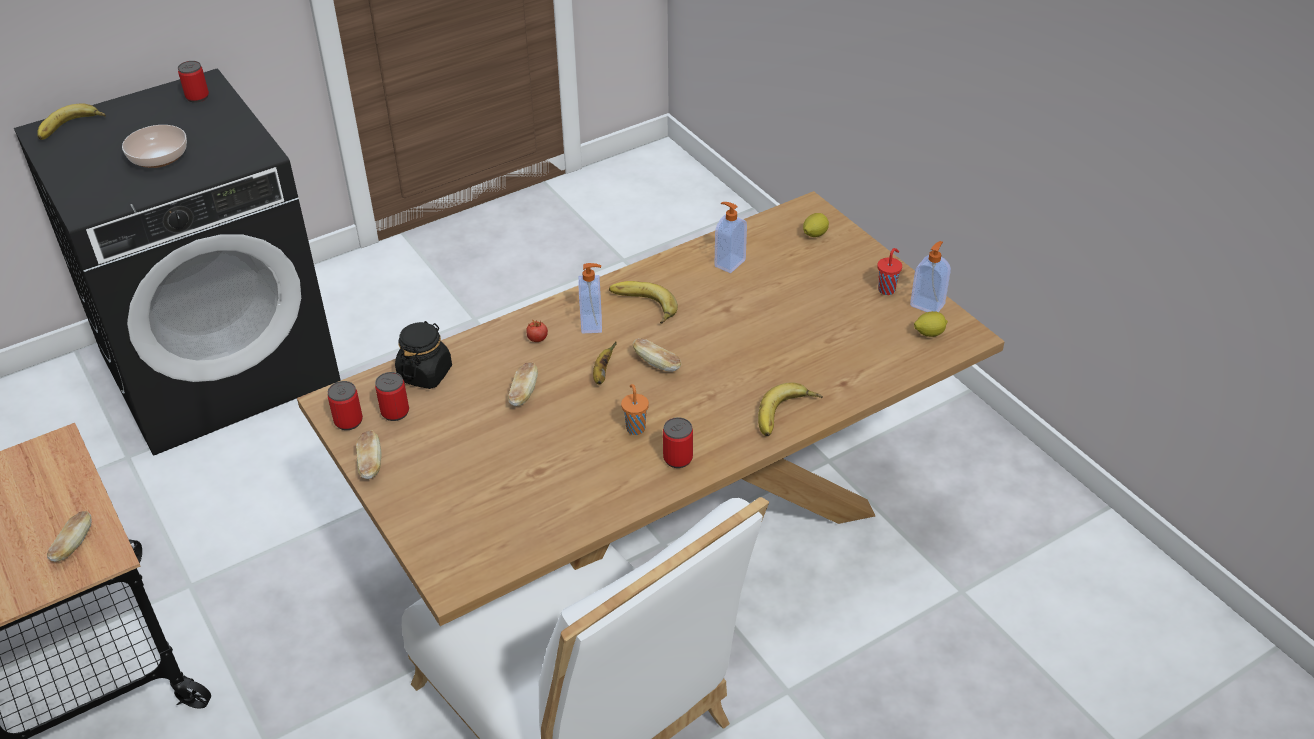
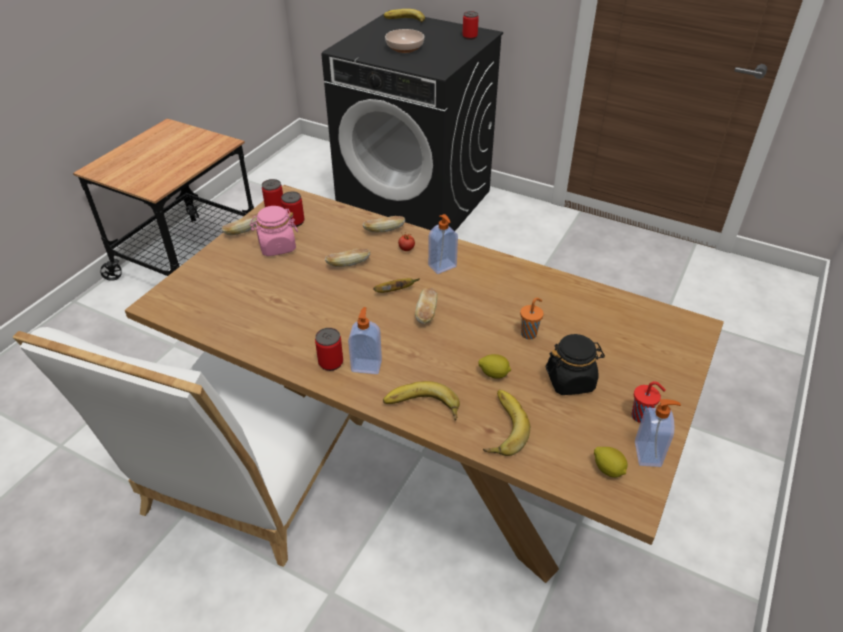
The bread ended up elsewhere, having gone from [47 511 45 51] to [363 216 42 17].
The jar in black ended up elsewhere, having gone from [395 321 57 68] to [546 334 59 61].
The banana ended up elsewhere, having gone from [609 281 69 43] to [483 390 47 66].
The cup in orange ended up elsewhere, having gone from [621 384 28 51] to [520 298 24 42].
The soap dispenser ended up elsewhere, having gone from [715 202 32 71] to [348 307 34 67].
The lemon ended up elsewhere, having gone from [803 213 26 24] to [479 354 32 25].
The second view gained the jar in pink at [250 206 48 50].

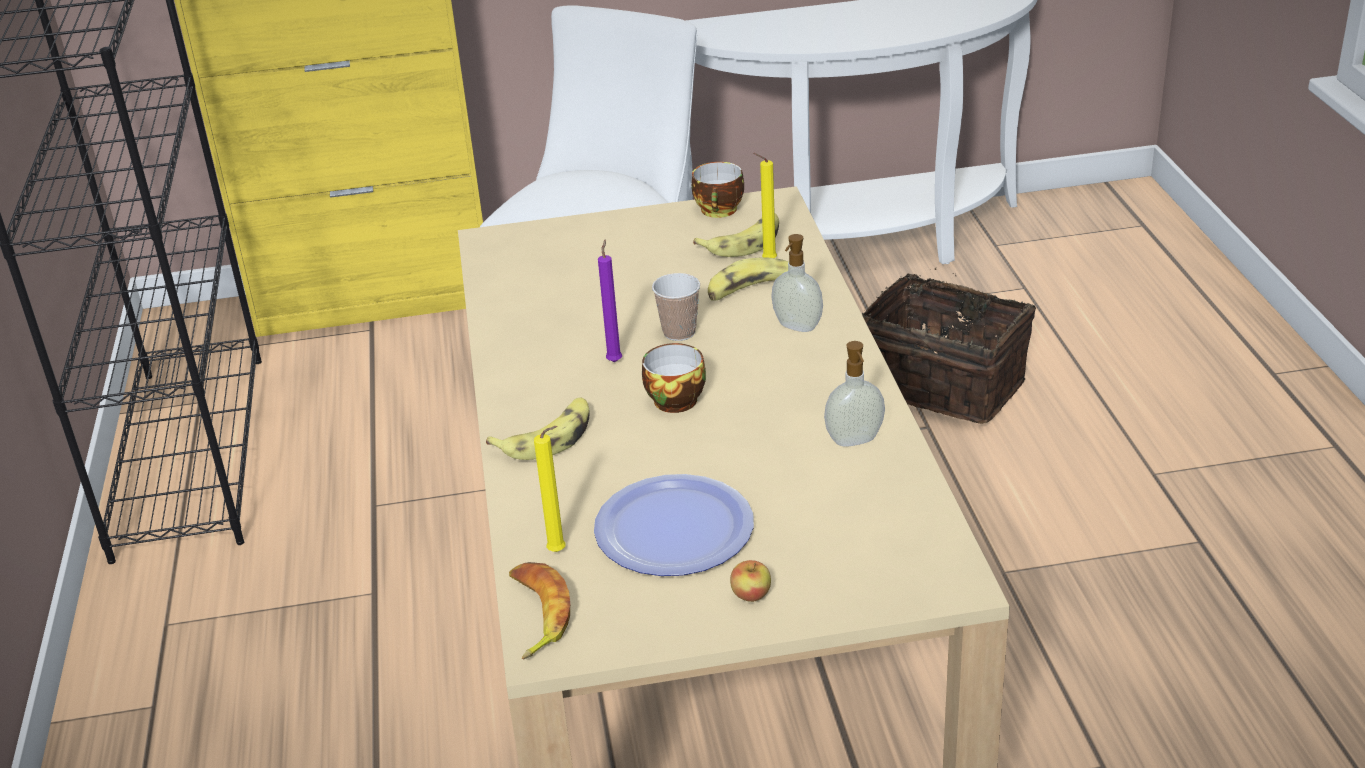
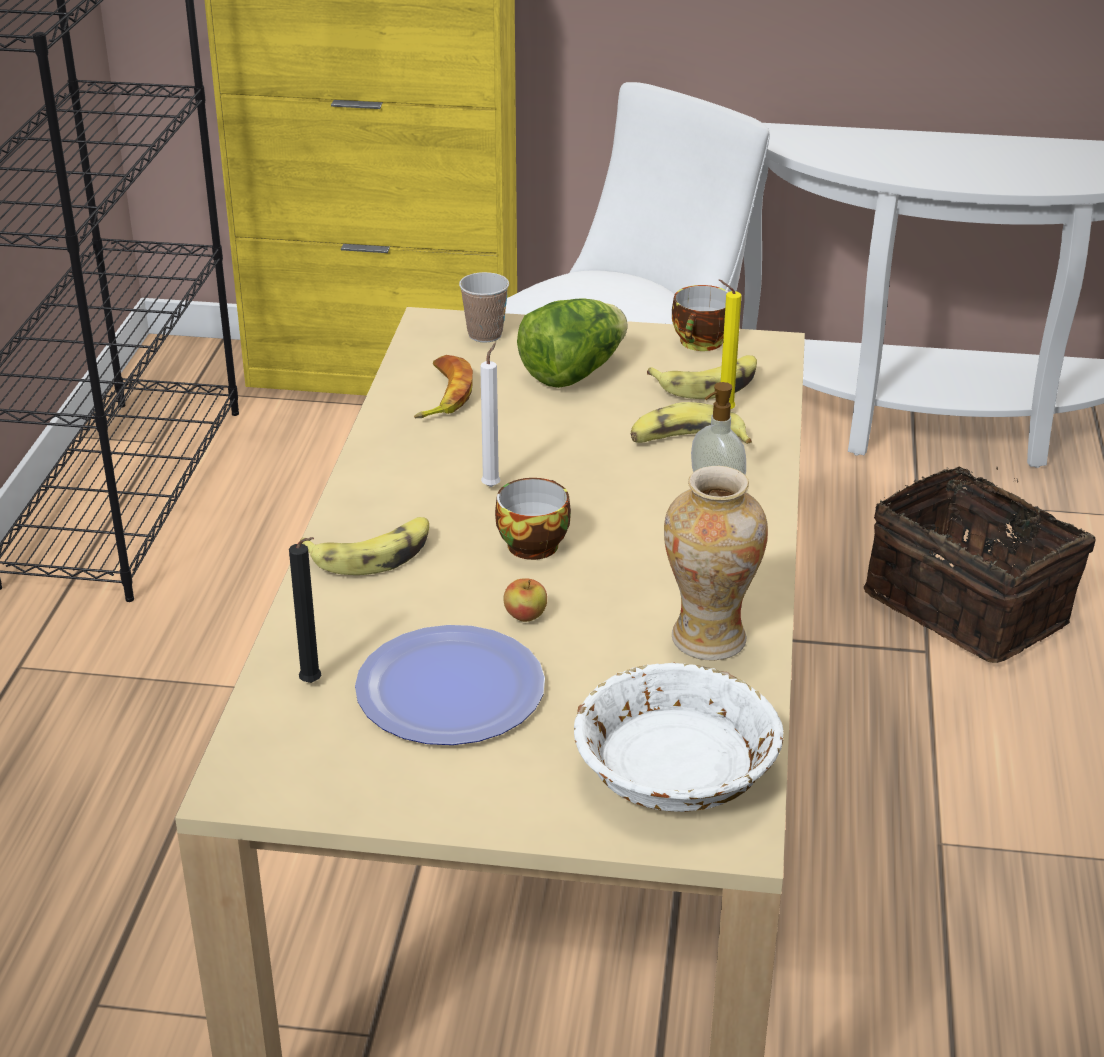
The banana ended up elsewhere, having gone from [509 562 61 97] to [414 355 59 63].
What was the candle in yellow at [534 426 32 126] turned into the candle in black at [289 537 32 146].
What was the candle in purple at [598 239 24 123] turned into the candle in white at [480 343 20 144].
The cup ended up elsewhere, having gone from [652 273 48 68] to [459 272 50 71].
The apple ended up elsewhere, having gone from [730 560 41 42] to [503 578 44 44].
Where the soap dispenser stood at [824 341 61 105], the vase came to stand at [664 466 104 195].
The second view gained the lettuce at [517 298 111 90].
The second view gained the bowl in white at [574 662 210 150].

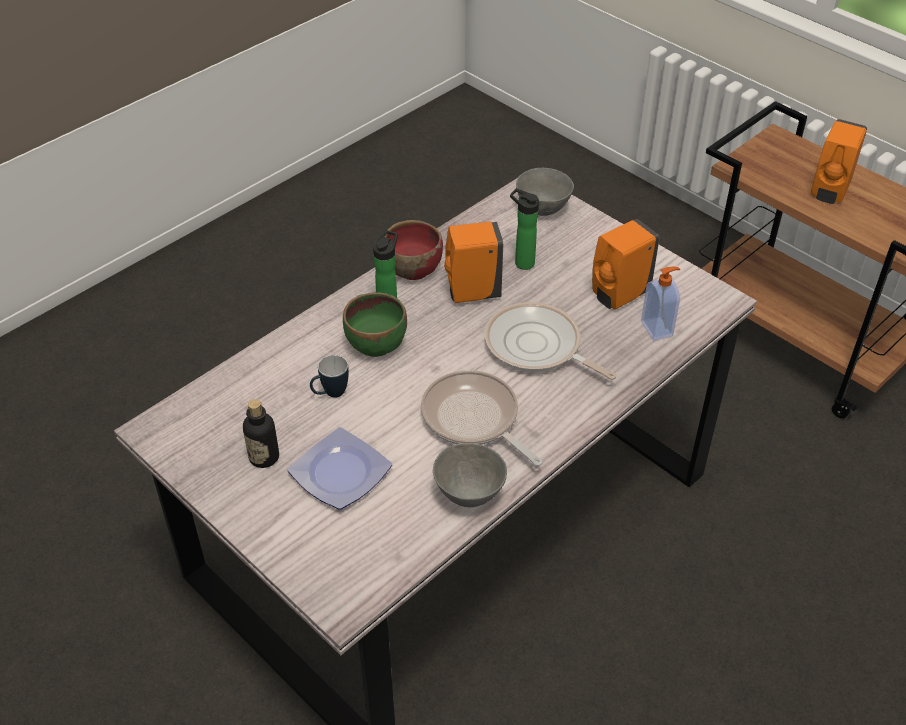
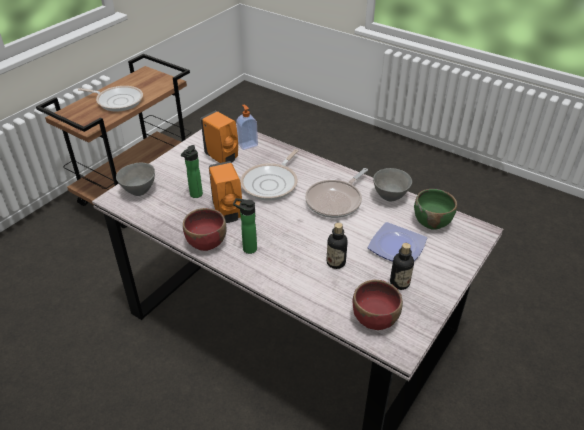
Where the mug stood at [310 355 39 43], the bottle came to stand at [327 223 21 46].
The bowl in green ended up elsewhere, having gone from [343 292 64 65] to [414 189 43 41].
Where the soap dispenser in orange stood at [811 119 56 85], the frying pan came to stand at [78 86 65 25].
The second view gained the bowl in red at [353 280 50 50].

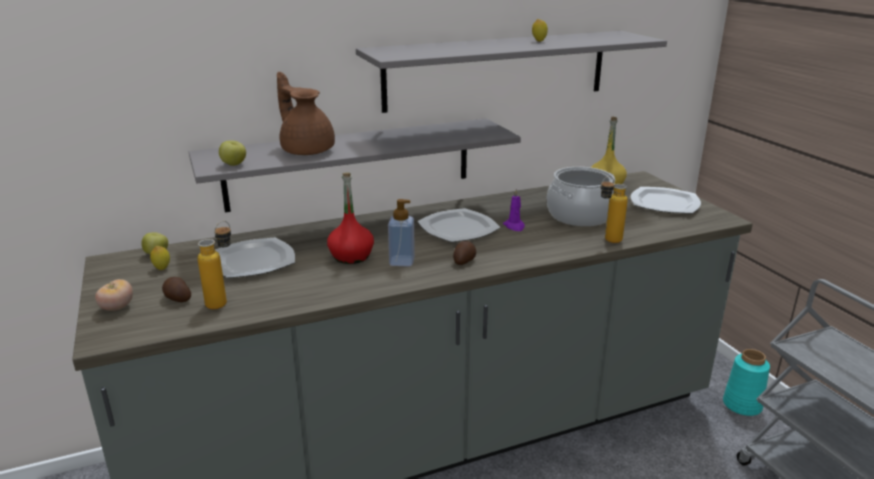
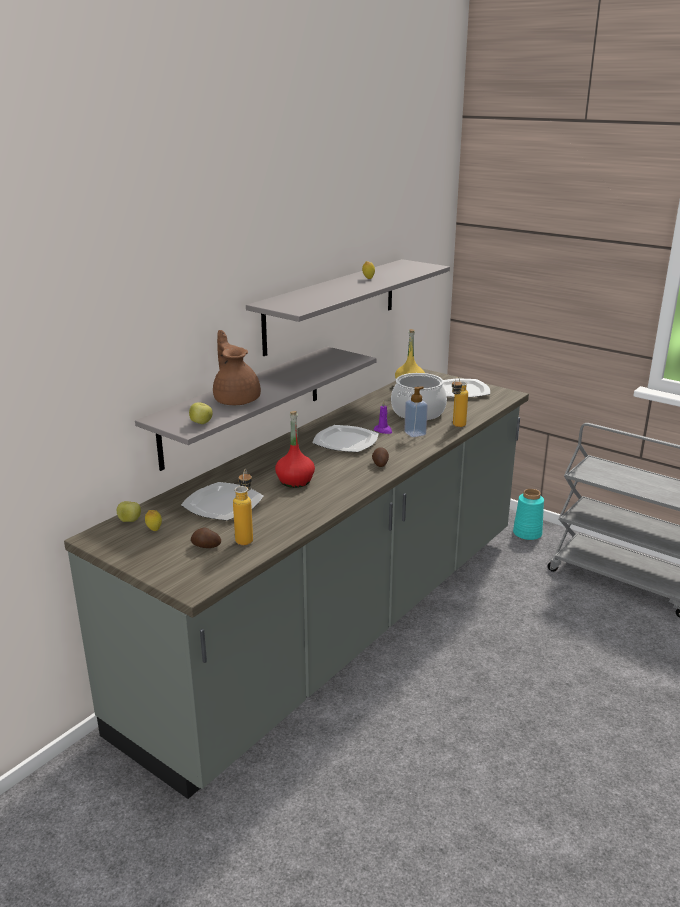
The second view lost the tomato at [95 279 38 32].
The teapot in brown at [277 72 58 83] ended up facing another way, 45 degrees clockwise from before.
The soap dispenser ended up elsewhere, having gone from [388 199 27 68] to [404 386 24 51].

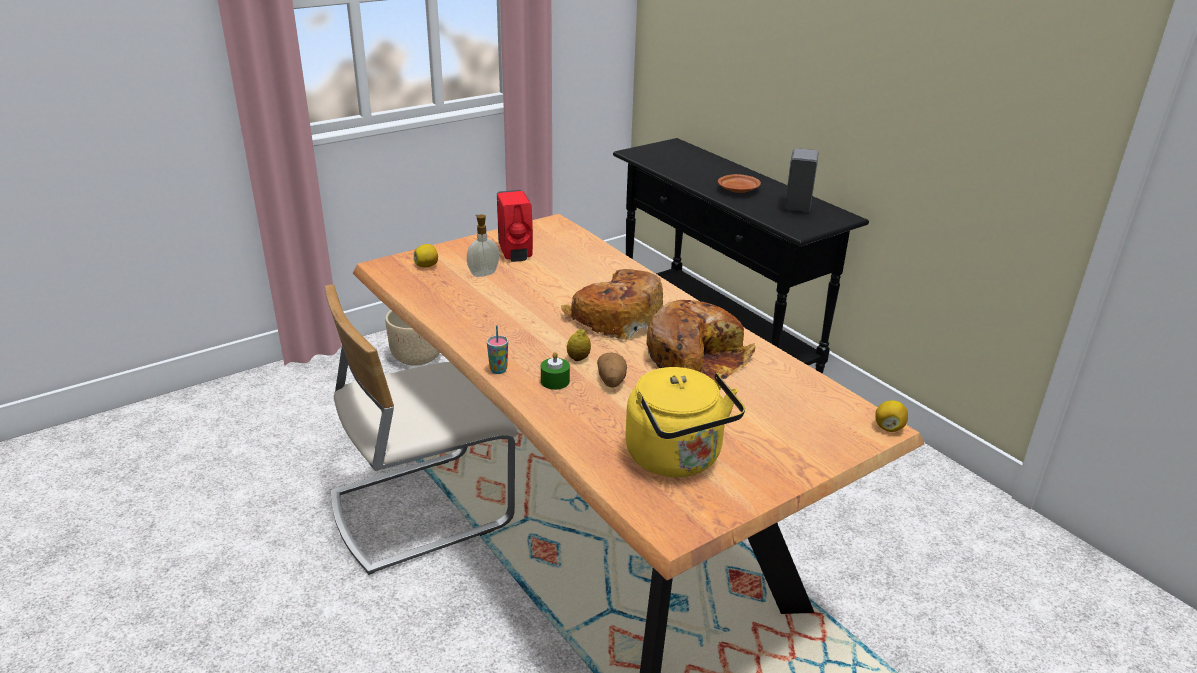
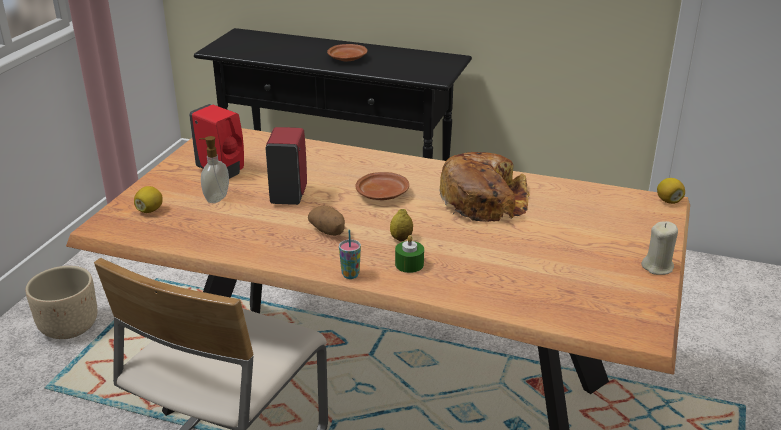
Where the bread stood at [561 269 102 71], the plate in brown came to stand at [355 172 54 28].
The potato ended up elsewhere, having gone from [597 352 30 36] to [308 206 37 30].
The second view lost the kettle in yellow at [625 367 120 110].
The second view lost the soap dispenser in grey at [785 148 33 64].
The second view gained the soap dispenser in red at [266 127 41 78].
The second view gained the candle in beige at [641 221 37 54].

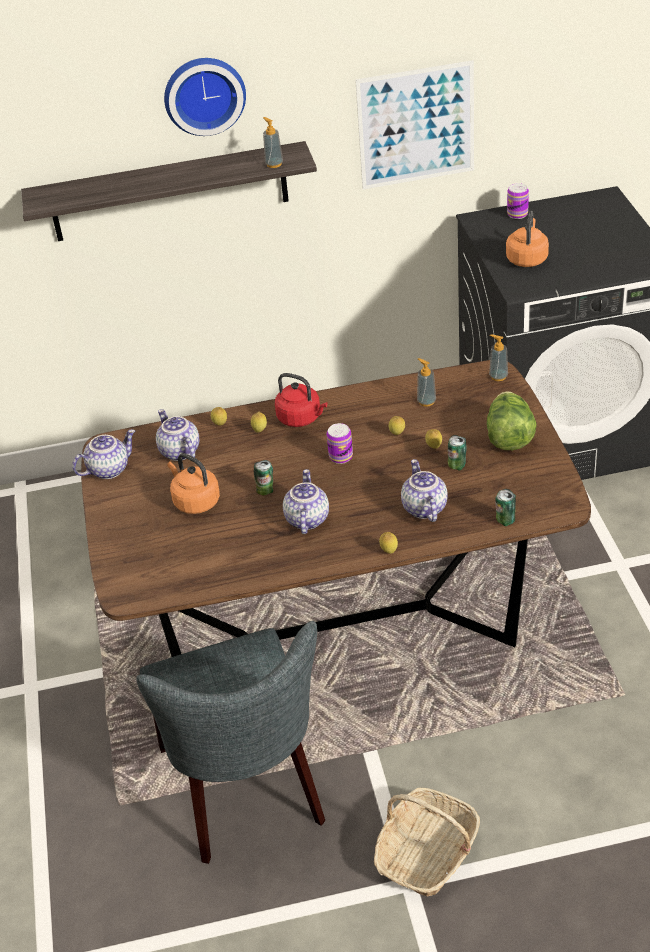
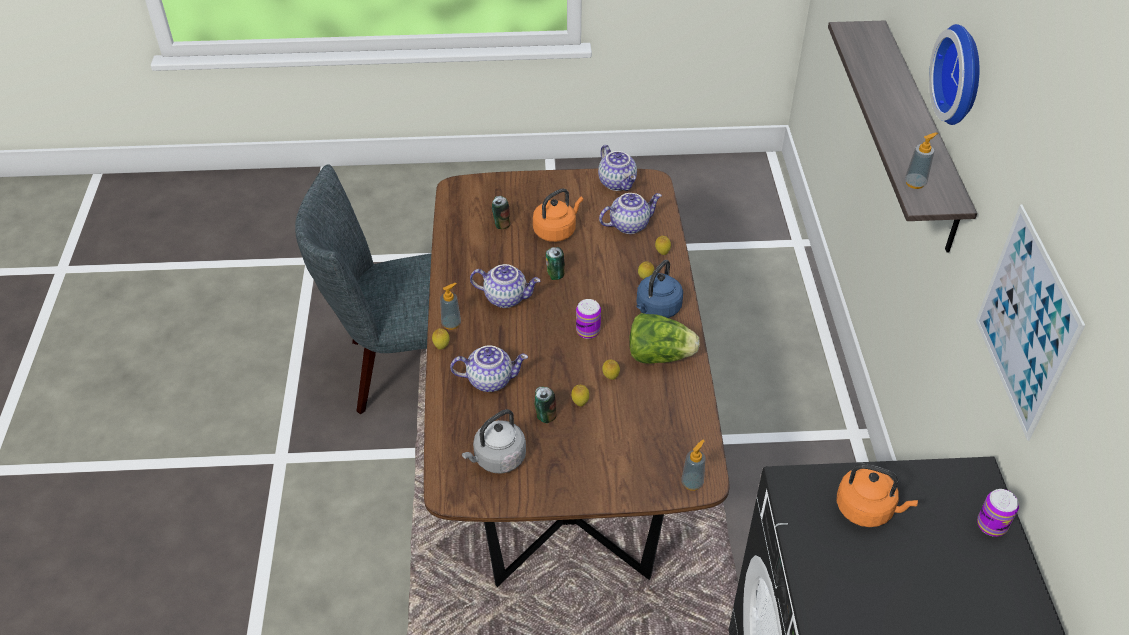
What was the kettle in red at [275 373 52 54] turned into the kettle in blue at [636 260 47 58].
The second view lost the basket at [374 788 106 108].
The soap dispenser ended up elsewhere, having gone from [417 358 19 49] to [440 283 21 47].
The lettuce ended up elsewhere, having gone from [487 391 50 59] to [630 313 70 51].
The can ended up elsewhere, having gone from [495 489 21 37] to [492 196 18 33].
The second view gained the kettle in grey at [462 409 64 65].

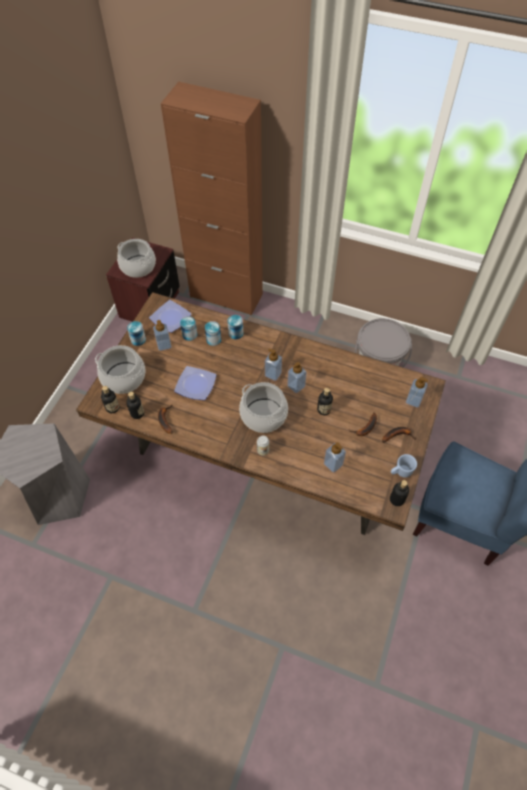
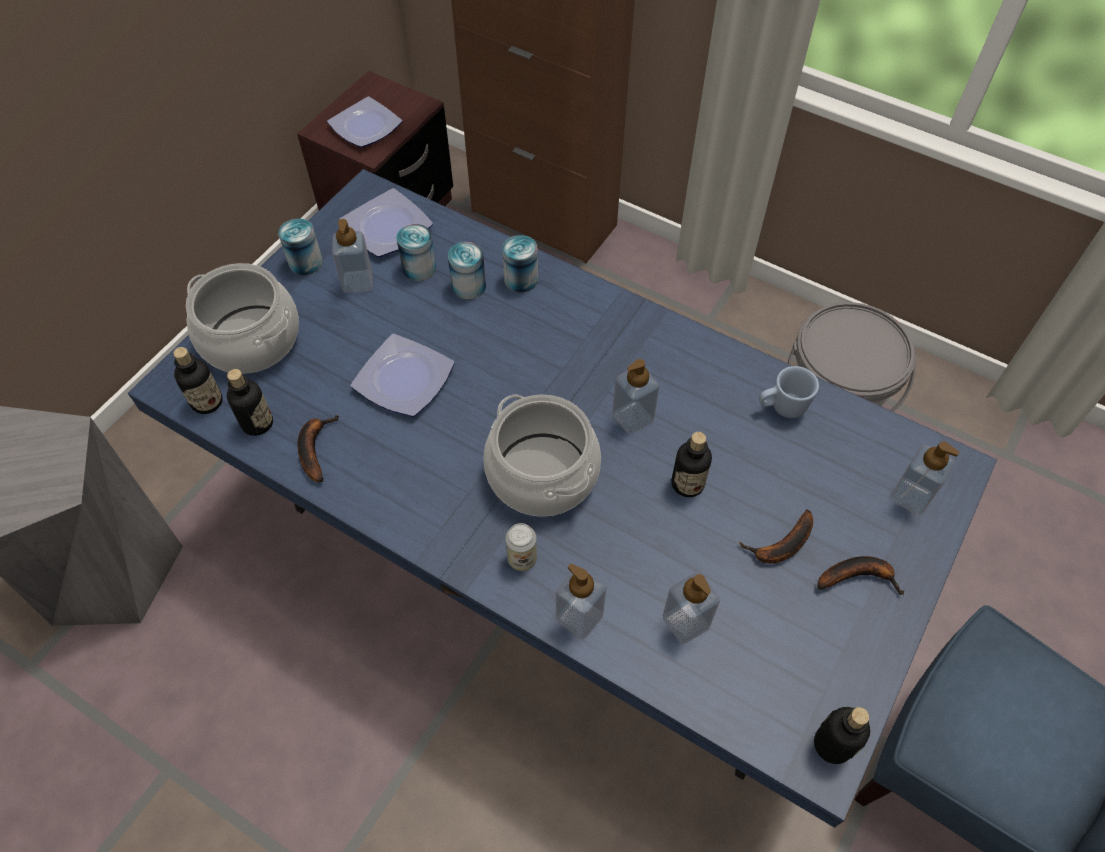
What was the dining table in brown at [76 292 370 243] turned into the dining table in blue at [128 169 869 659].
Where the cooking pot stood at [117 239 39 39], the plate came to stand at [327 96 75 51].
The soap dispenser ended up elsewhere, having gone from [265 349 17 32] to [556 564 50 75].
The mug in blue ended up elsewhere, having gone from [391 454 26 24] to [759 366 60 52].

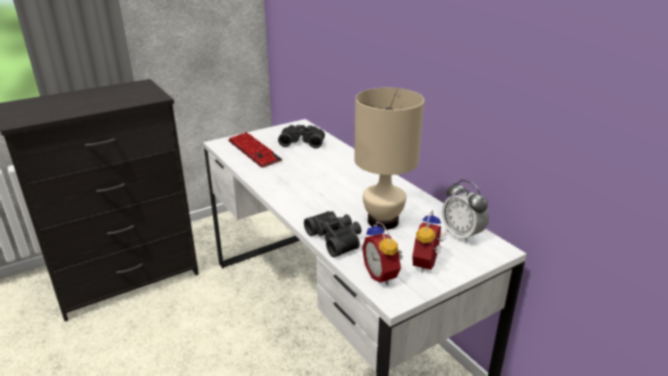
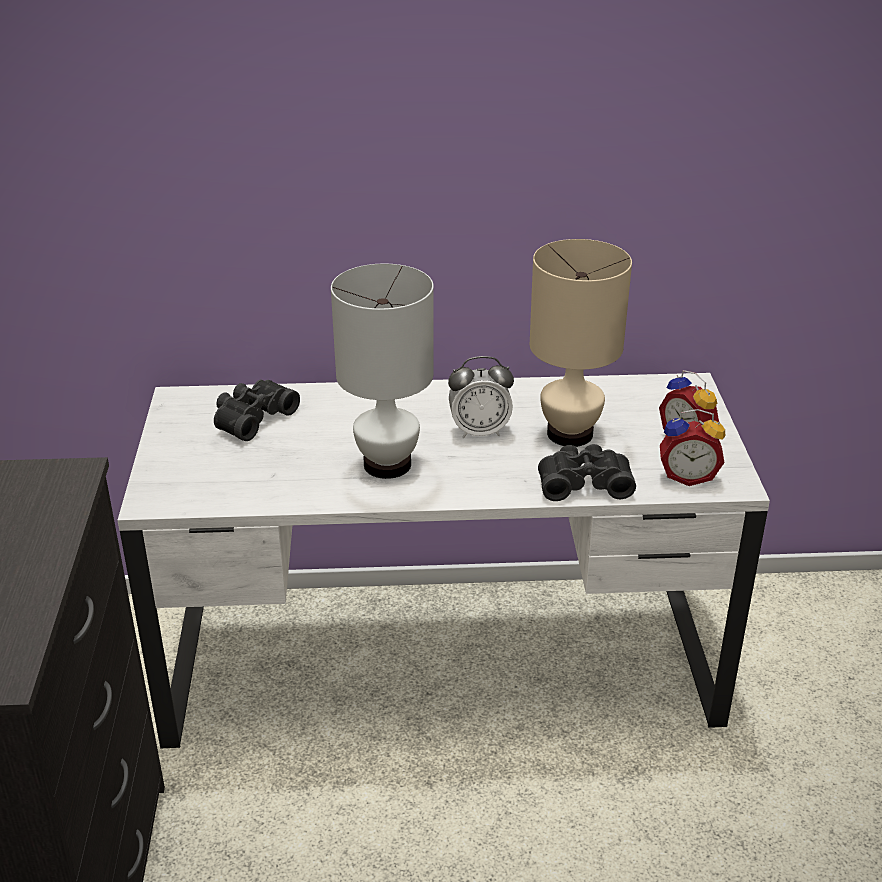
The second view lost the keyboard at [228 132 55 36].
The alarm clock ended up elsewhere, having gone from [442 180 47 64] to [448 356 66 82].
The second view gained the table lamp in white at [331 264 103 215].

